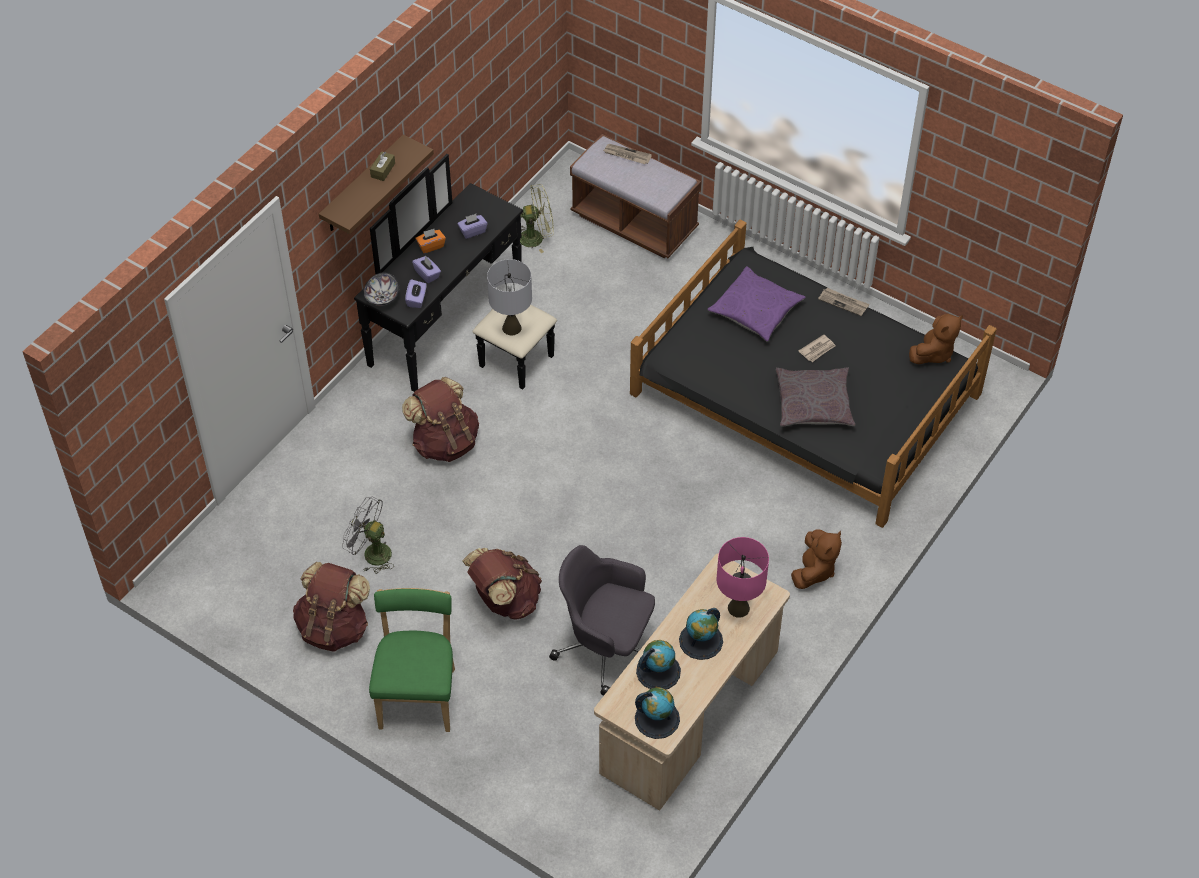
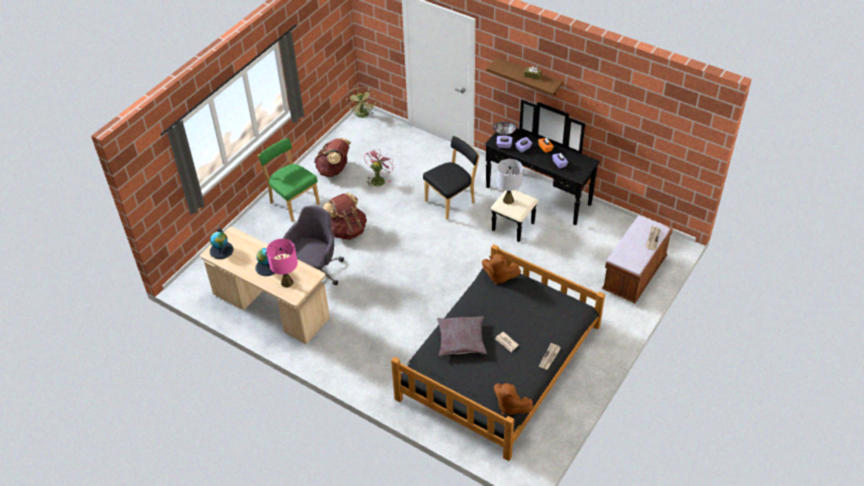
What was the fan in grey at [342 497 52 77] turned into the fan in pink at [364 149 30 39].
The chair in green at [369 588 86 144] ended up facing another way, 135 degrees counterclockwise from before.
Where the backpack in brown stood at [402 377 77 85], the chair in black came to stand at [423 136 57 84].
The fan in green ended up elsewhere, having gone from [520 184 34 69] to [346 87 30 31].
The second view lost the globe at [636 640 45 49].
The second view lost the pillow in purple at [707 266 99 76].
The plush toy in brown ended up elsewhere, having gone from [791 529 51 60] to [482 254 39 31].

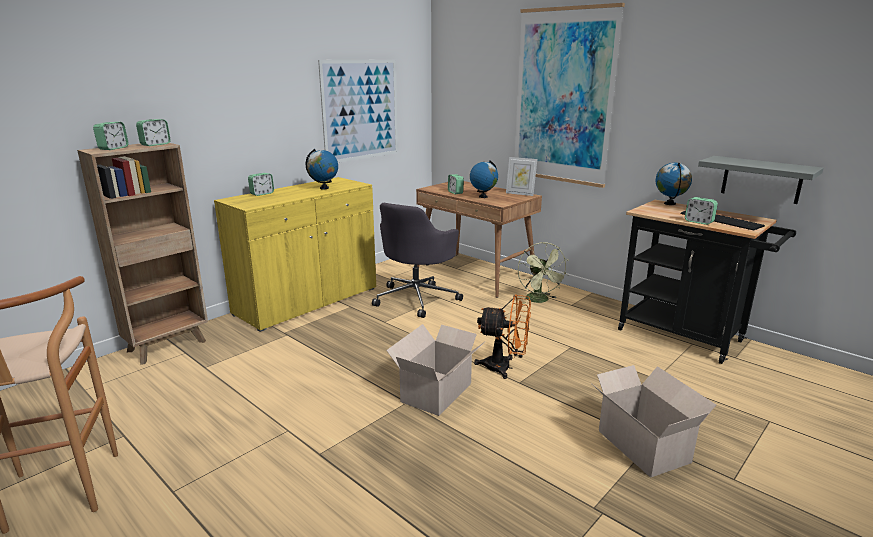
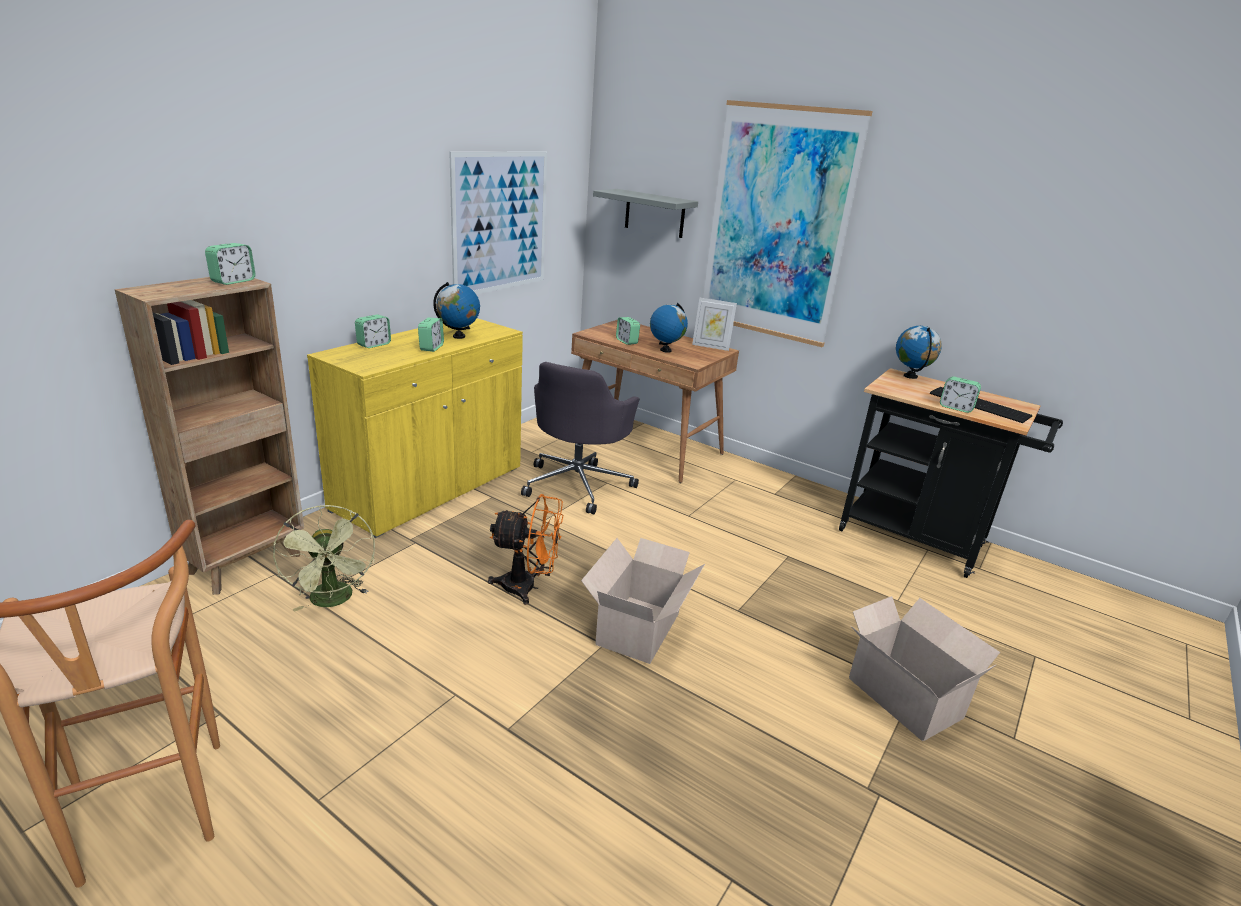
The alarm clock ended up elsewhere, having gone from [93 122 36 28] to [418 318 26 34].
The fan in orange ended up elsewhere, having gone from [474 294 57 85] to [488 494 75 111].
The fan in green ended up elsewhere, having gone from [518 242 51 62] to [273 505 102 107].
The shelf in grey ended up elsewhere, having gone from [698 156 125 48] to [593 189 105 49].

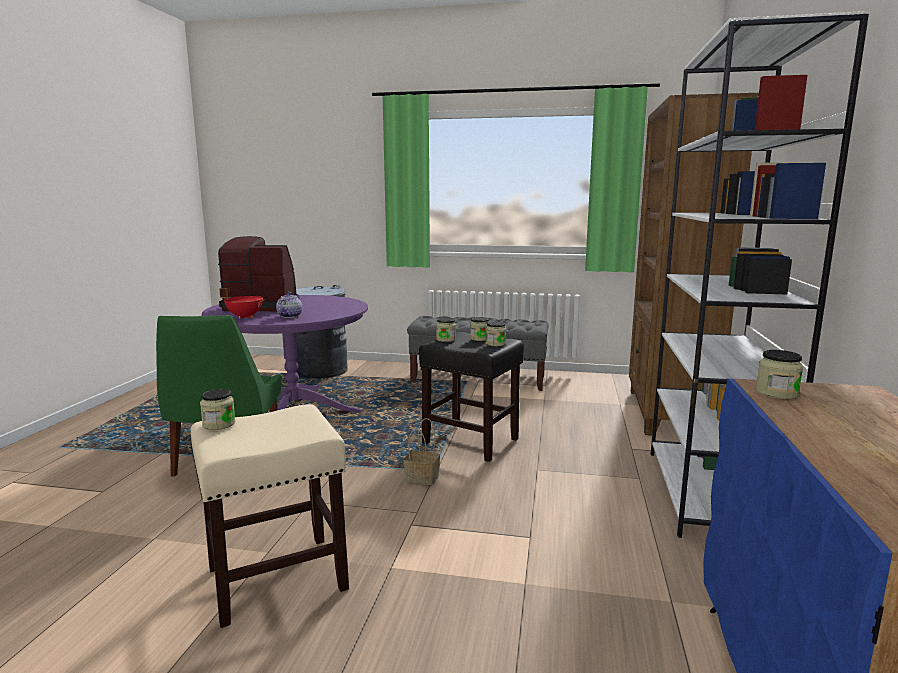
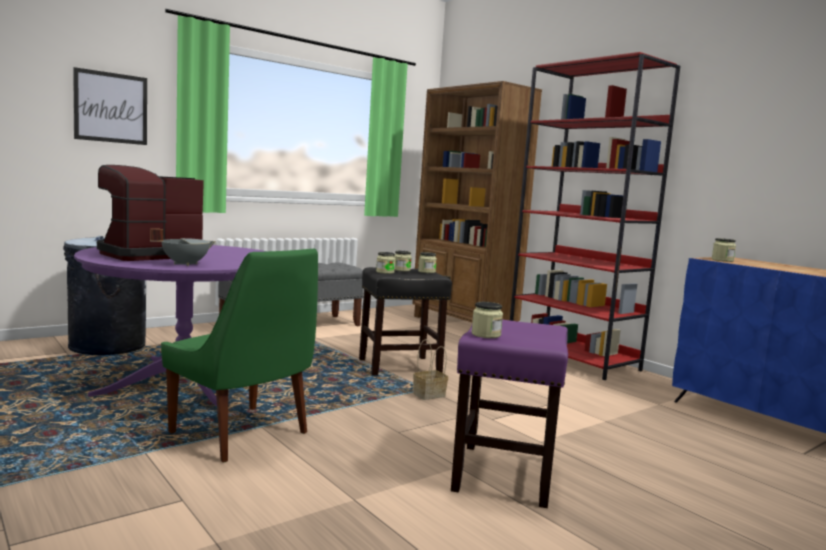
What was the stool in beige at [191 404 158 224] turned into the stool in purple at [451 320 117 188].
What was the cooking pot in red at [220 288 44 31] turned into the cooking pot in grey at [150 229 66 37].
The second view lost the teapot at [276 292 26 26].
What was the bookcase in white at [651 11 218 527] turned into the bookcase in red at [510 52 170 328].
The second view gained the picture at [73 67 74 78].

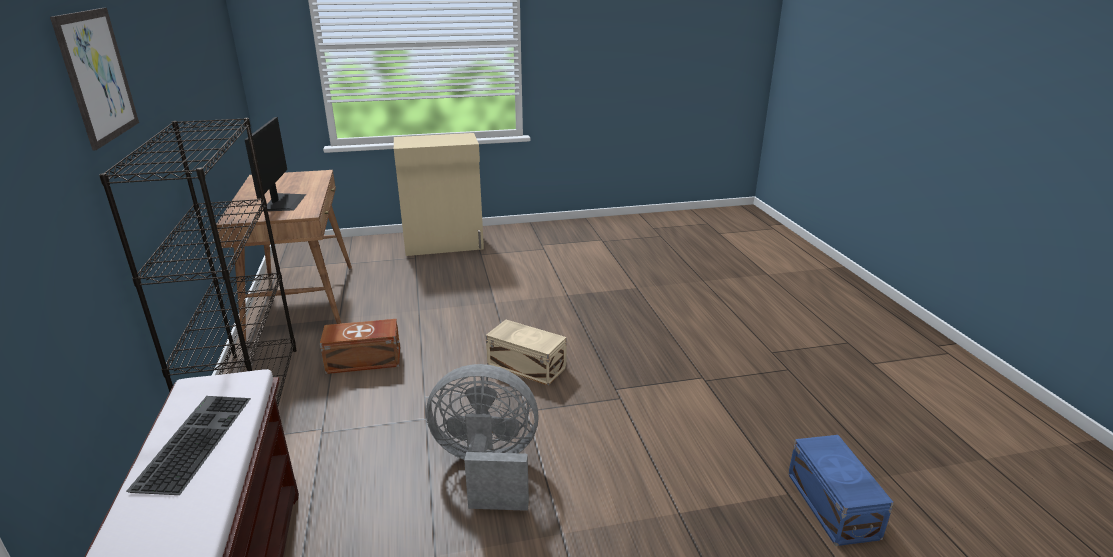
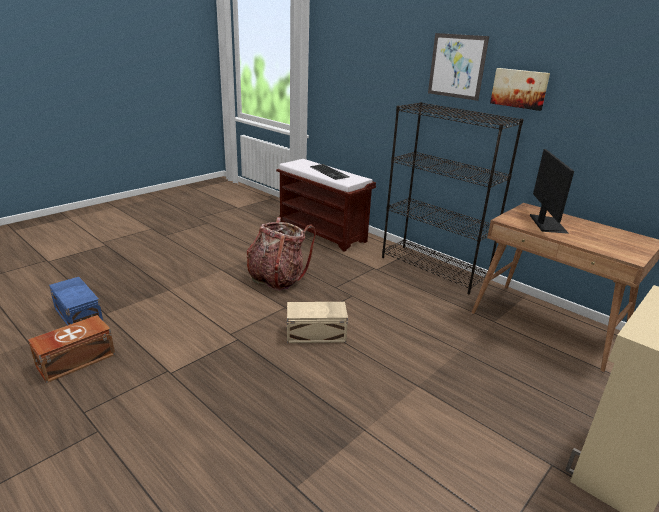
The monitor at [245 117 61 94] ended up facing another way, 135 degrees counterclockwise from before.
The storage box in brown ended up elsewhere, having gone from [320 319 80 55] to [28 315 87 68].
Where the fan in grey stood at [426 364 113 147], the backpack came to stand at [247 217 69 74].
The second view gained the picture at [490 68 60 43].

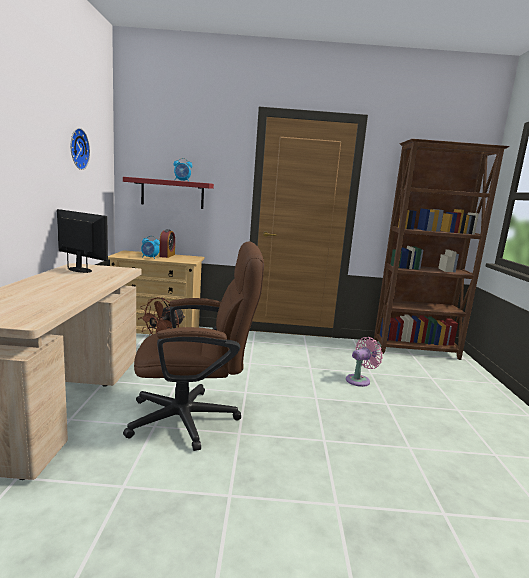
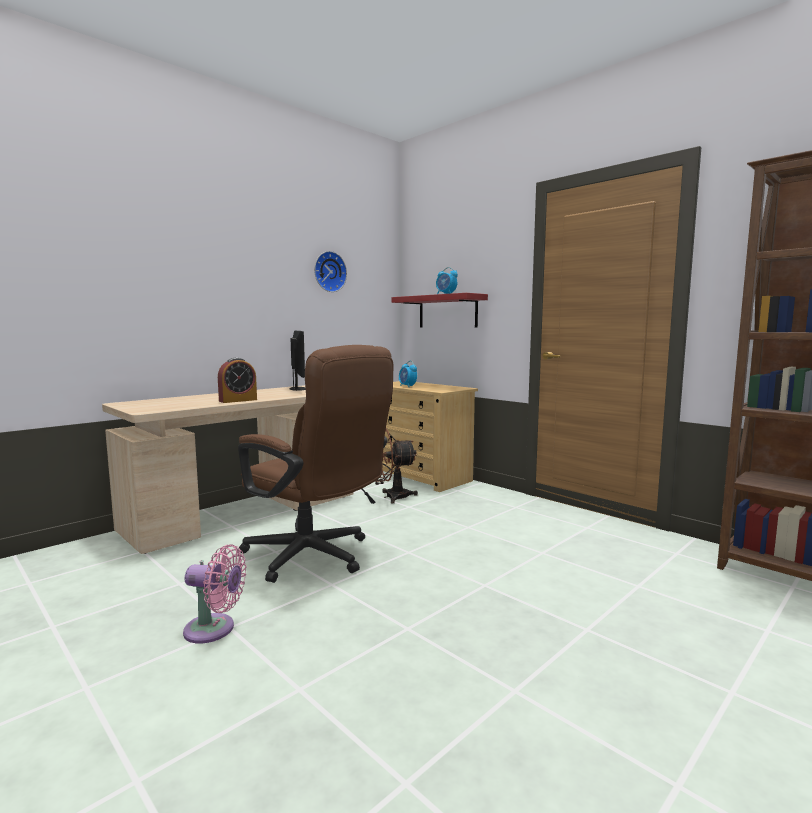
The alarm clock ended up elsewhere, having gone from [159 229 16 29] to [218 358 39 45].
The fan in pink ended up elsewhere, having gone from [346 337 37 50] to [183 544 63 100].

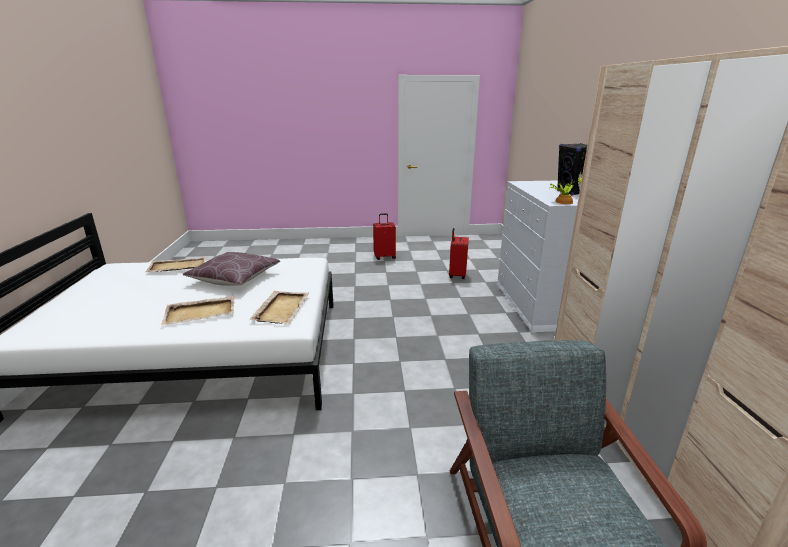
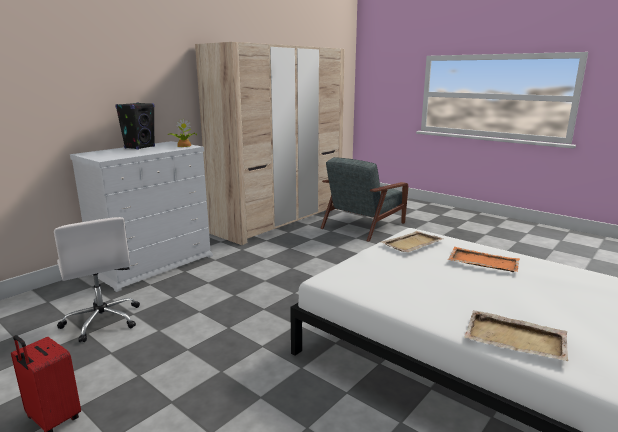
What was the tray in beige at [161 296 74 29] turned into the tray in orange at [448 247 72 25].
The second view lost the pillow in brown at [183 252 97 34].
Where the suitcase in red stood at [449 228 20 51], the office chair in white came to stand at [54 217 86 125].

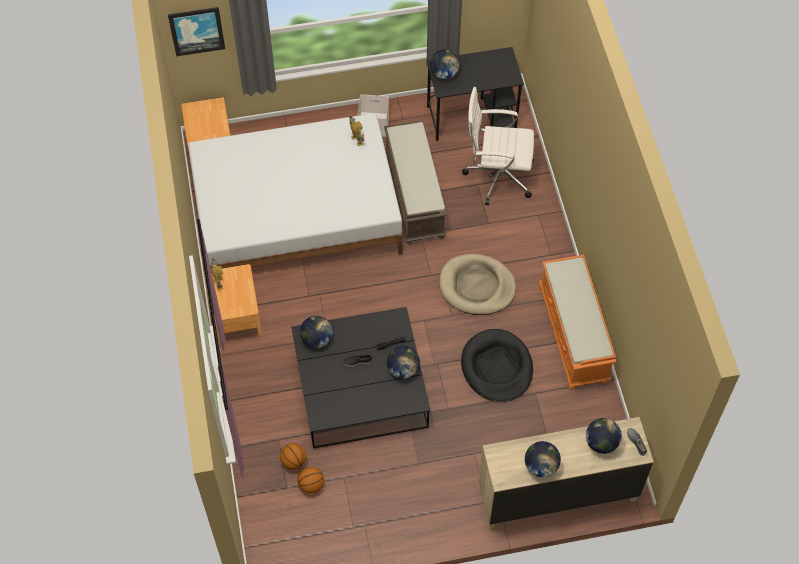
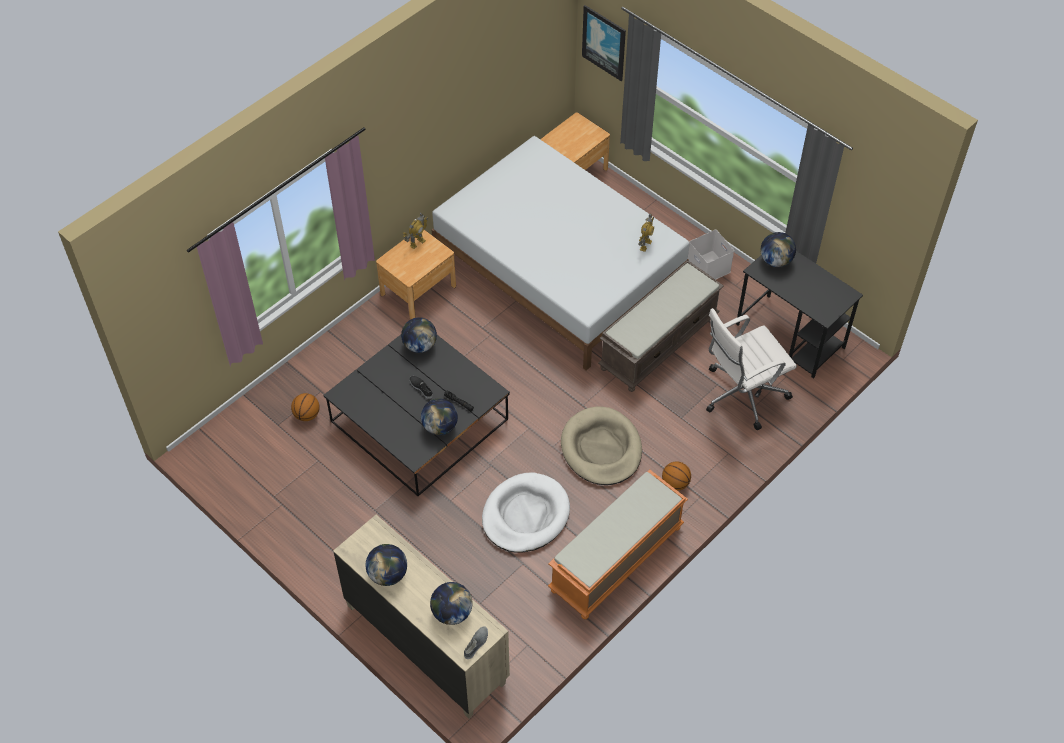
The basketball ended up elsewhere, having gone from [297 467 27 27] to [662 462 29 29].
What was the dog bed in black at [461 329 72 73] turned into the dog bed in white at [482 472 88 81].
The office chair in white at [462 87 72 118] ended up facing another way, 90 degrees counterclockwise from before.

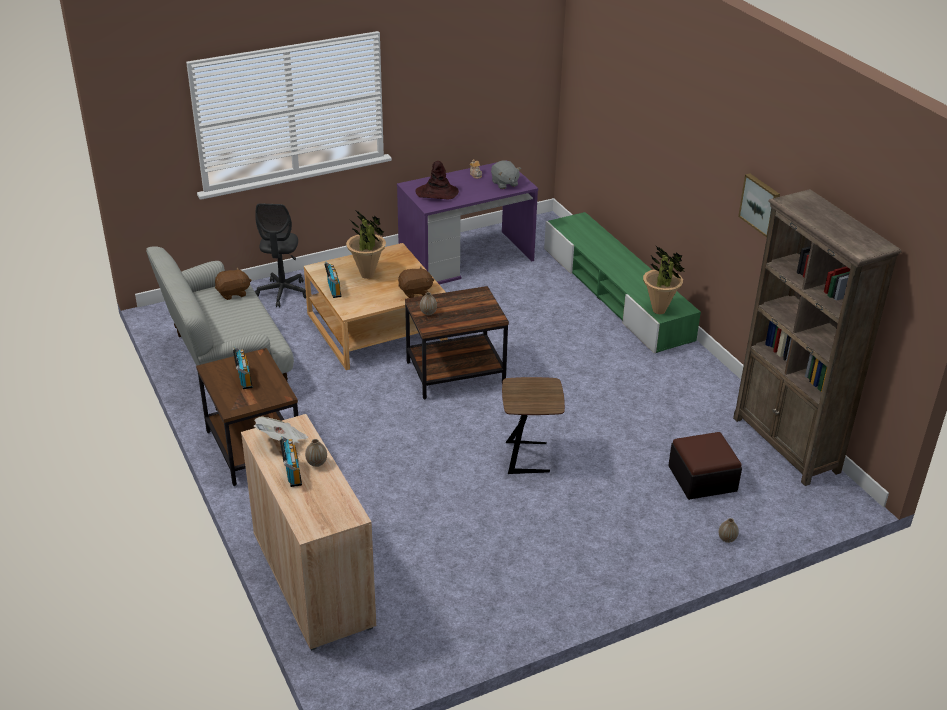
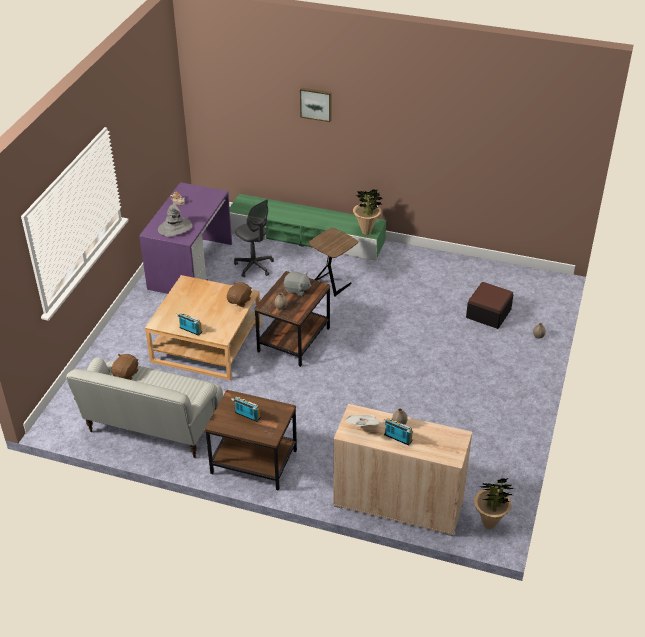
The office chair in grey ended up elsewhere, having gone from [255 203 51 104] to [234 200 40 78].
The potted plant ended up elsewhere, having gone from [346 211 40 68] to [474 478 39 51].
What was the hat in brown at [415 161 44 38] turned into the hat in grey at [158 204 34 33].
The plush toy in grey ended up elsewhere, having gone from [491 161 30 28] to [284 271 28 25].
The side table in brown ended up elsewhere, having gone from [502 377 63 97] to [308 228 50 69].
The second view lost the bookcase in brown at [733 189 169 297].
The picture ended up elsewhere, having gone from [738 174 42 63] to [300 88 31 34].

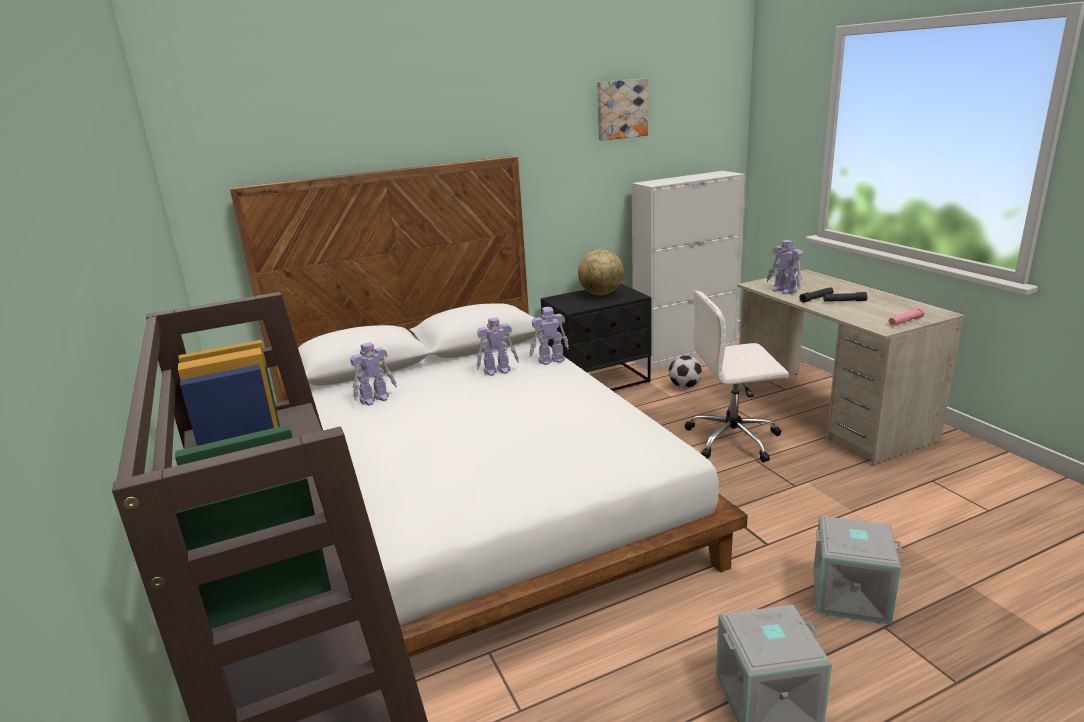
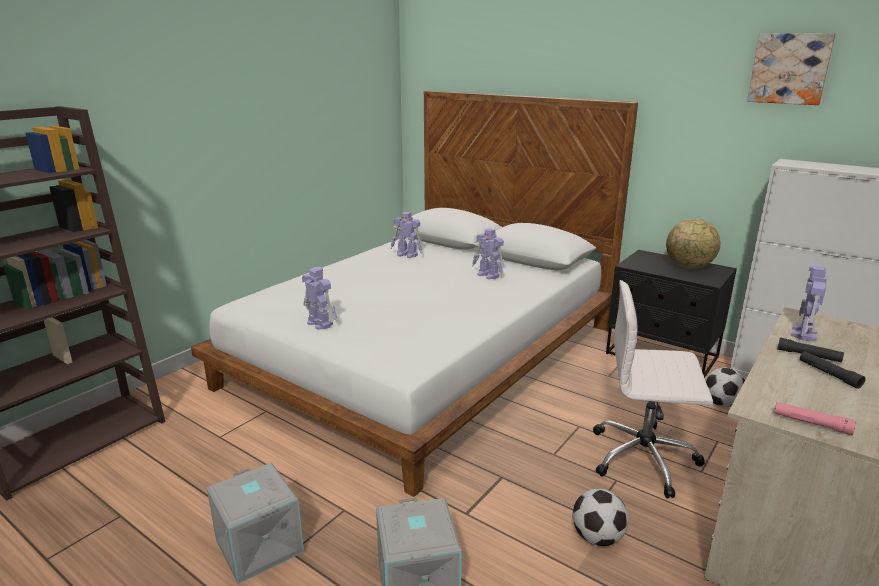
The toy robot ended up elsewhere, having gone from [530 307 39 58] to [302 267 35 63].
The office chair in white at [685 290 104 173] ended up facing another way, 45 degrees counterclockwise from before.
The second view gained the football at [572 489 57 57].

